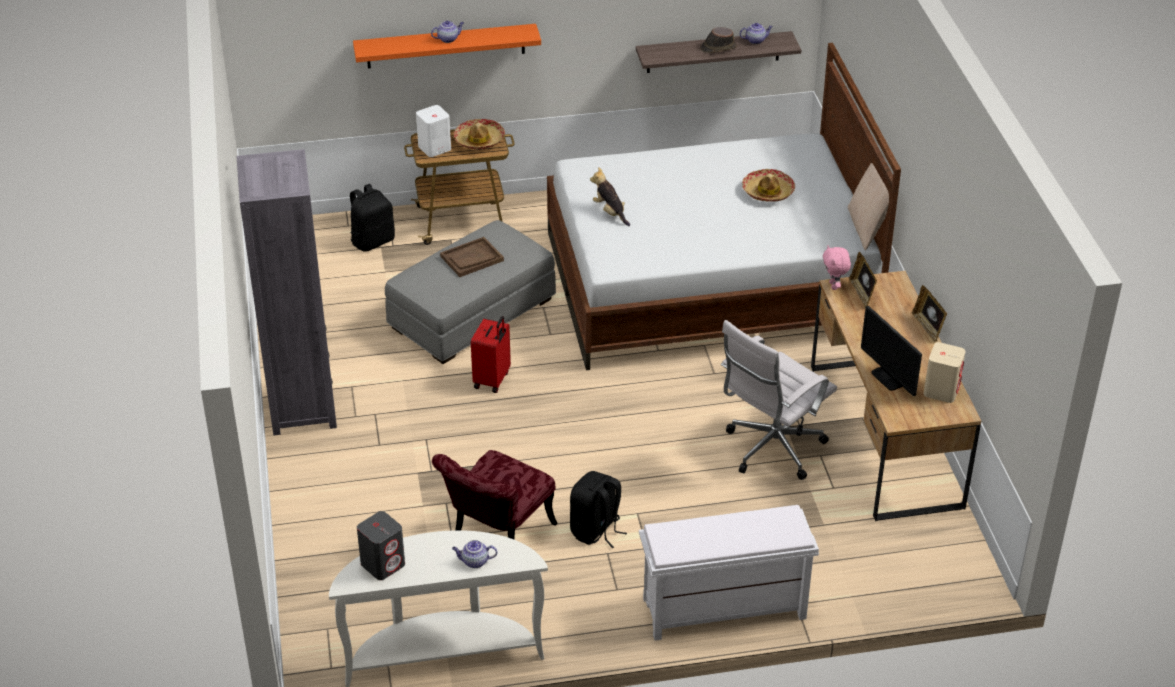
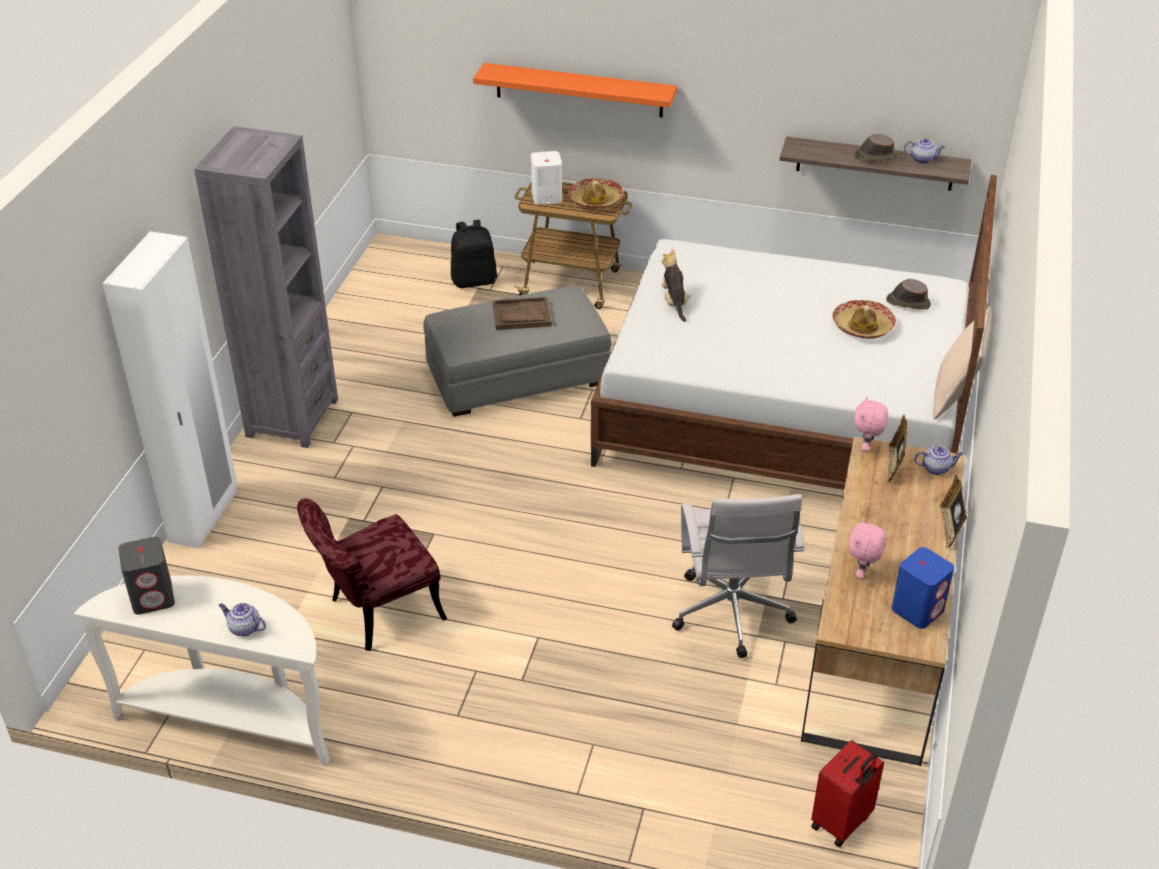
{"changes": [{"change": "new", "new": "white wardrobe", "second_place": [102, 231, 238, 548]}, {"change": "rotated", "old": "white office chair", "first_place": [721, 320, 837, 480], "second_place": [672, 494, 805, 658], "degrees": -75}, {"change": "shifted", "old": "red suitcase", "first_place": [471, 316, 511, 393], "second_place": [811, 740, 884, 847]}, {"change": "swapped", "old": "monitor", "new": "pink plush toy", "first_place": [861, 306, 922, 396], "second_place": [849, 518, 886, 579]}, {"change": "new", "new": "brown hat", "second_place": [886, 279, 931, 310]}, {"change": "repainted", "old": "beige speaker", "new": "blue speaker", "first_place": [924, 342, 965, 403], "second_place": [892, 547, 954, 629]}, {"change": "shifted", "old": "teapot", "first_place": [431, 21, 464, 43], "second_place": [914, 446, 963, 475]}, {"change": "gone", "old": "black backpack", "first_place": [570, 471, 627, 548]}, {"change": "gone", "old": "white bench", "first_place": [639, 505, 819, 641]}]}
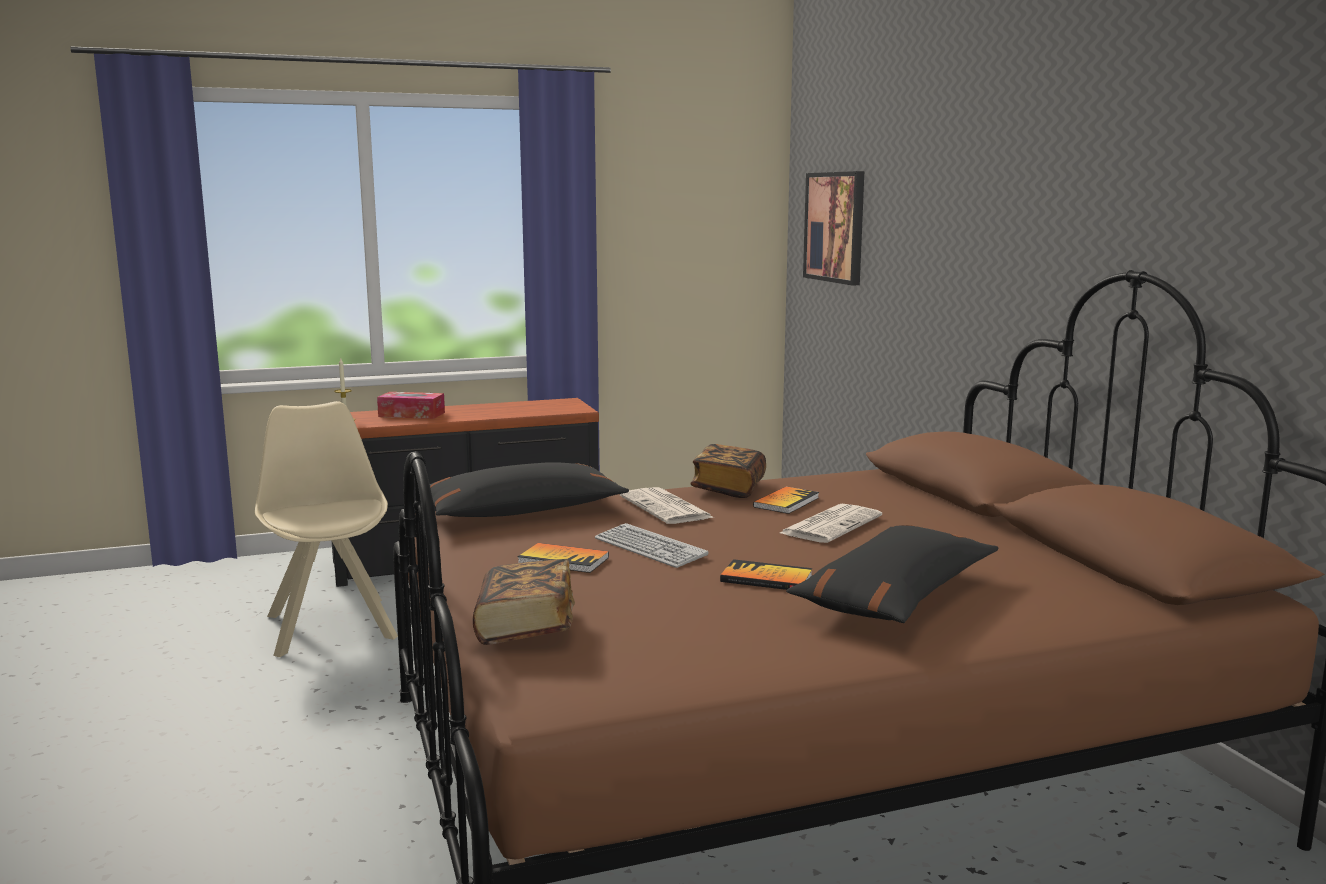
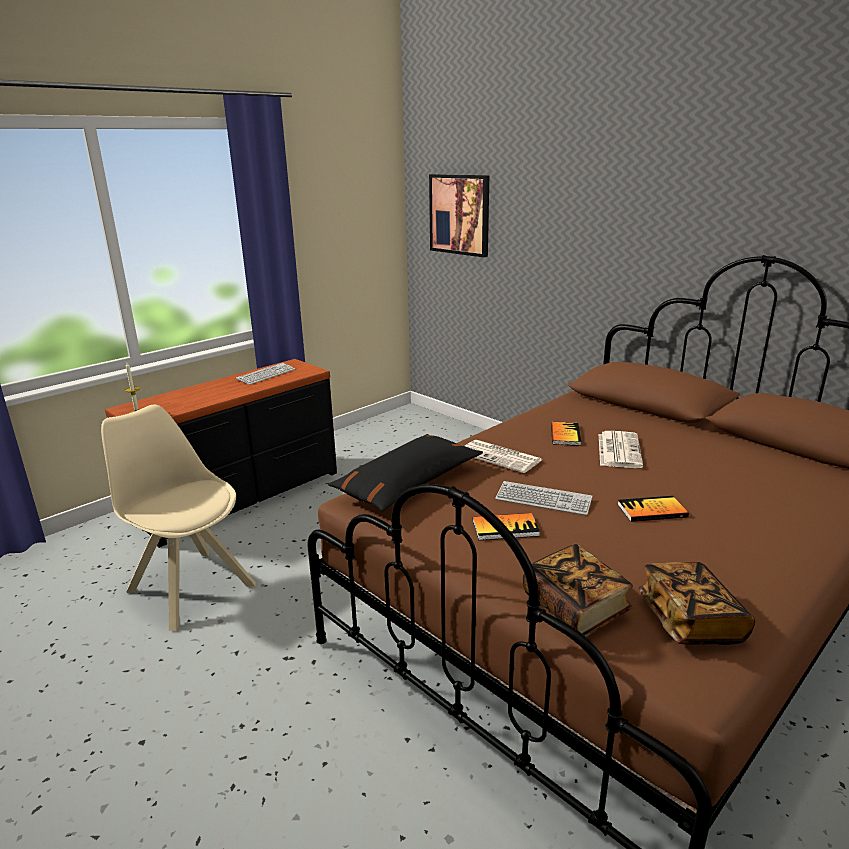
{"changes": [{"change": "new", "new": "keyboard", "second_place": [236, 363, 296, 385]}, {"change": "shifted", "old": "book", "first_place": [690, 444, 766, 498], "second_place": [639, 562, 755, 645]}, {"change": "gone", "old": "tissue box", "first_place": [377, 392, 445, 419]}, {"change": "gone", "old": "black pillow", "first_place": [786, 525, 998, 623]}]}
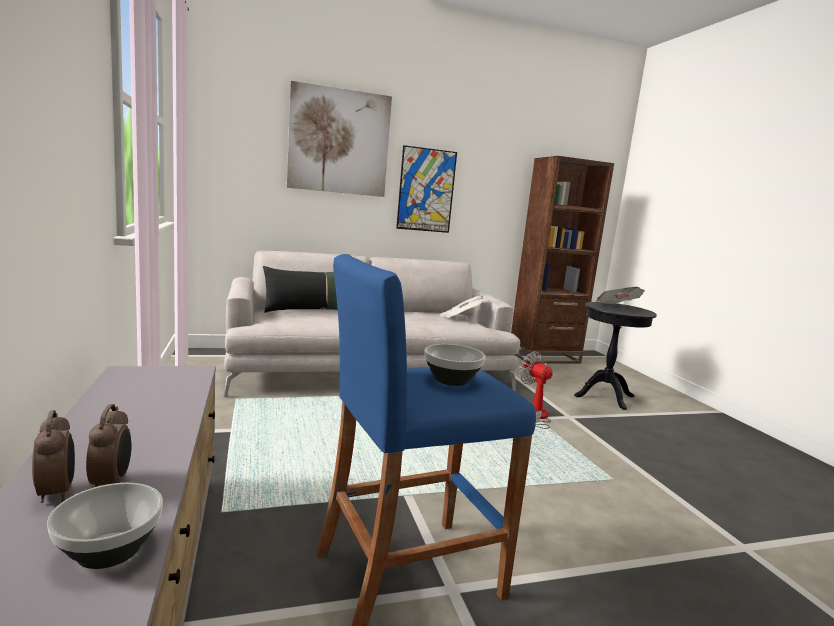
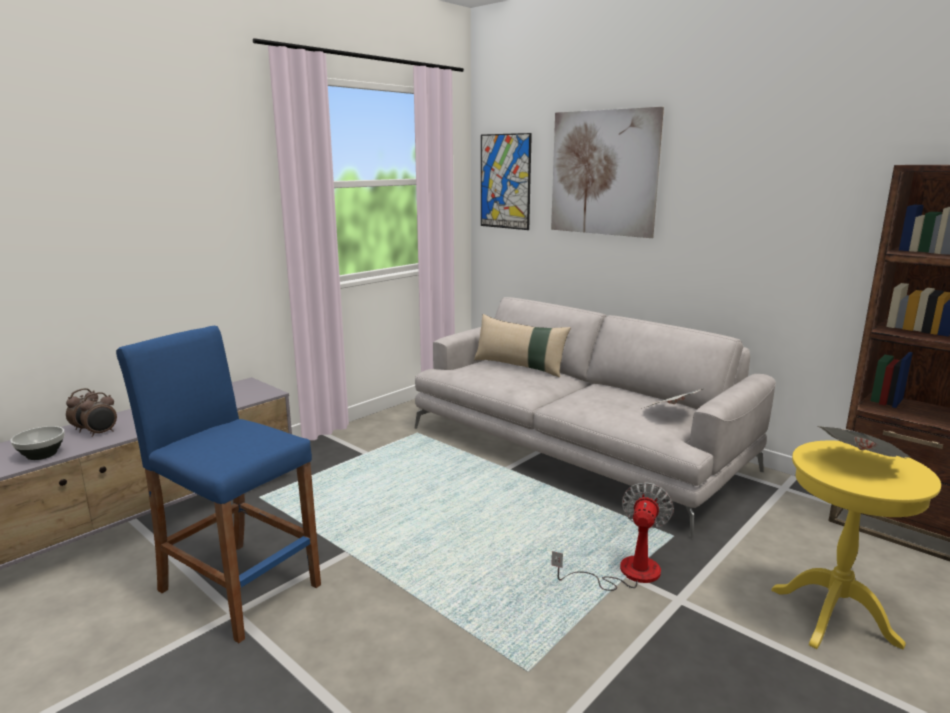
{"changes": [{"change": "repainted", "old": "black pillow", "new": "beige pillow", "first_place": [263, 266, 338, 313], "second_place": [474, 314, 571, 377]}, {"change": "shifted", "old": "picture", "first_place": [396, 145, 457, 233], "second_place": [481, 133, 532, 230]}, {"change": "repainted", "old": "black side table", "new": "yellow side table", "first_place": [574, 302, 657, 410], "second_place": [771, 440, 941, 649]}, {"change": "gone", "old": "bowl", "first_place": [425, 344, 485, 386]}]}
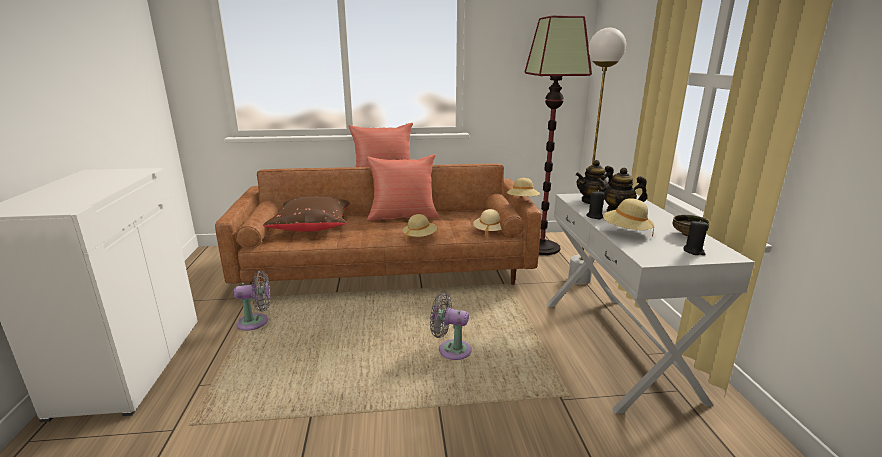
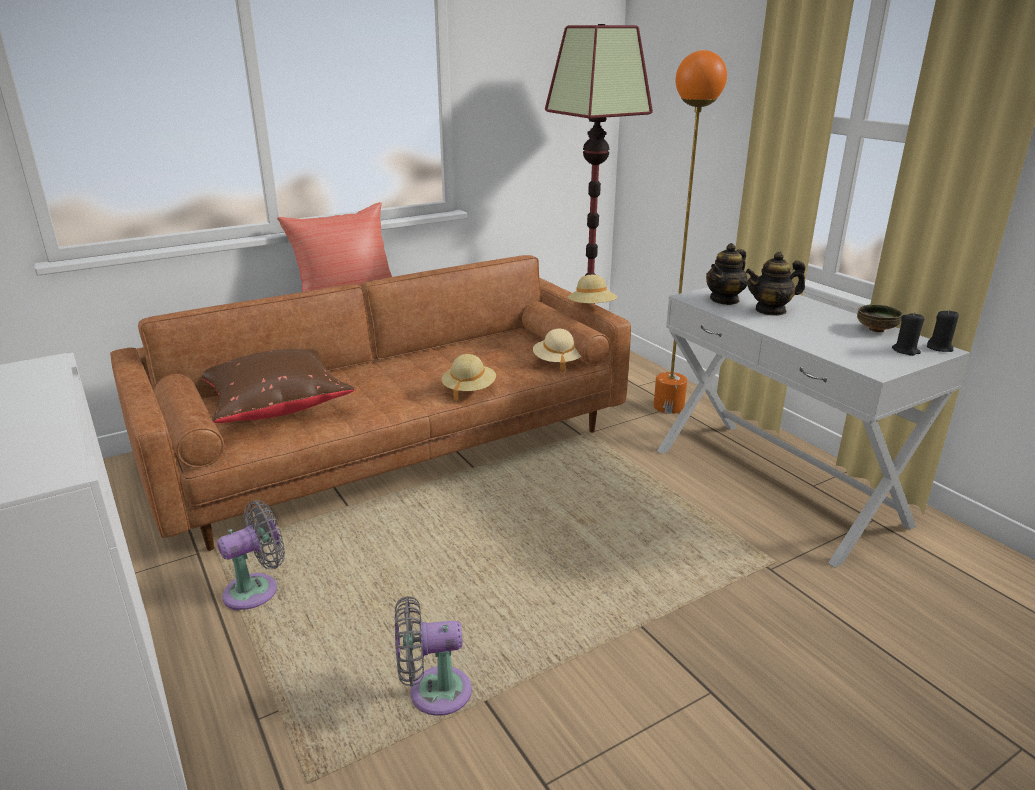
{"changes": [{"change": "shifted", "old": "grey fan", "first_place": [430, 293, 471, 360], "second_place": [395, 596, 472, 716]}, {"change": "repainted", "old": "white floor lamp", "new": "orange floor lamp", "first_place": [568, 27, 626, 285], "second_place": [653, 50, 727, 414]}, {"change": "shifted", "old": "black candle", "first_place": [586, 190, 605, 219], "second_place": [927, 310, 959, 352]}, {"change": "gone", "old": "red pillow", "first_place": [366, 154, 439, 221]}, {"change": "gone", "old": "beige hat", "first_place": [603, 198, 654, 237]}]}
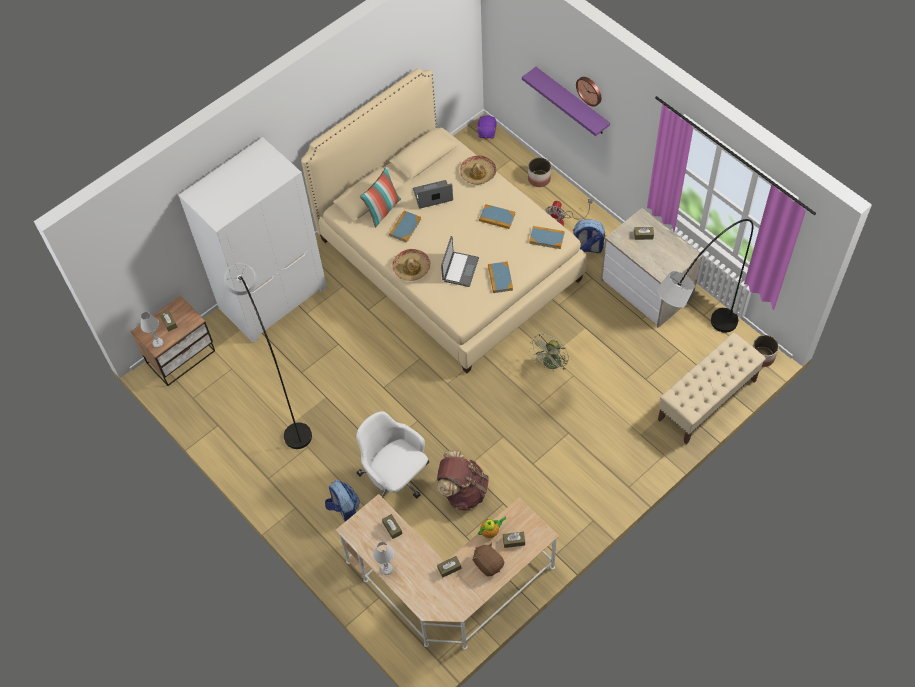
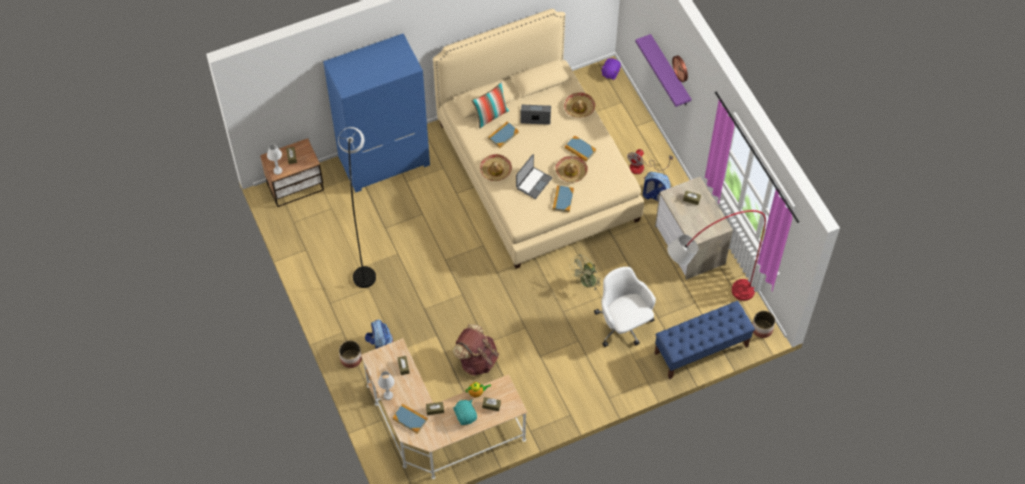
{"changes": [{"change": "repainted", "old": "white wardrobe", "new": "blue wardrobe", "first_place": [179, 137, 327, 343], "second_place": [323, 33, 430, 193]}, {"change": "shifted", "old": "planter", "first_place": [528, 158, 551, 187], "second_place": [339, 341, 362, 368]}, {"change": "shifted", "old": "book", "first_place": [529, 226, 565, 249], "second_place": [393, 404, 428, 434]}, {"change": "repainted", "old": "brown plush toy", "new": "turquoise plush toy", "first_place": [472, 542, 504, 576], "second_place": [453, 400, 477, 425]}, {"change": "new", "new": "hat", "second_place": [555, 156, 588, 182]}, {"change": "shifted", "old": "white office chair", "first_place": [356, 411, 429, 499], "second_place": [594, 267, 656, 347]}, {"change": "repainted", "old": "beige bench", "new": "blue bench", "first_place": [658, 332, 766, 445], "second_place": [655, 301, 755, 380]}, {"change": "repainted", "old": "grey floor lamp", "new": "red floor lamp", "first_place": [657, 219, 754, 332], "second_place": [667, 210, 766, 301]}]}
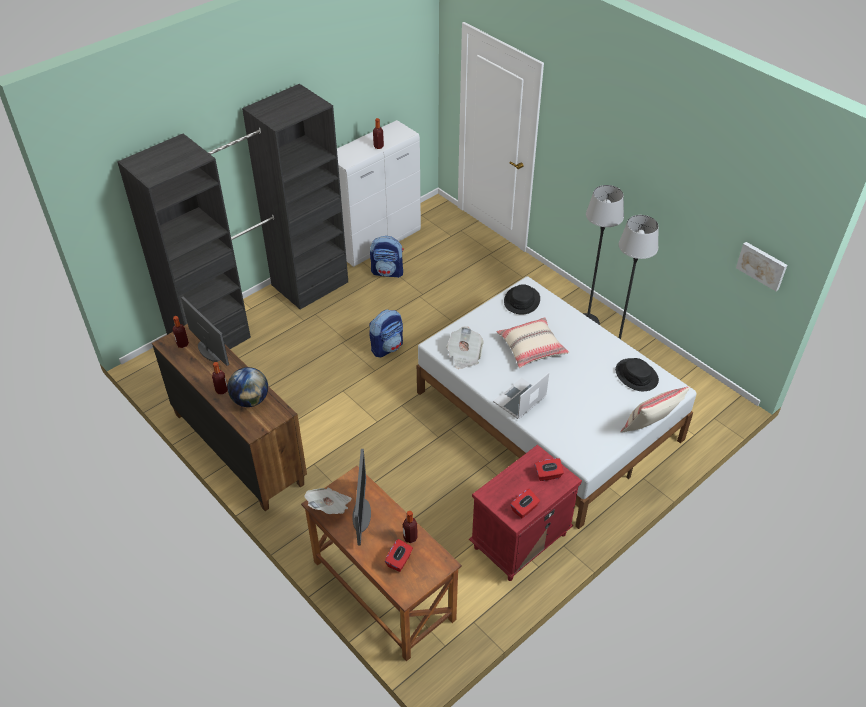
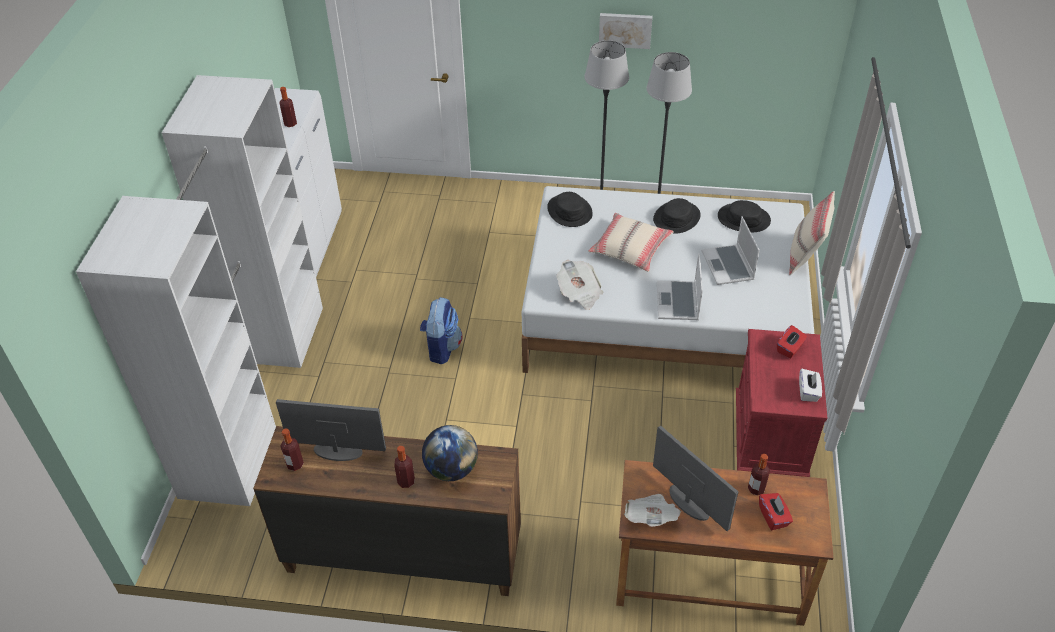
{"changes": [{"change": "repainted", "old": "black wardrobe", "new": "white wardrobe", "first_place": [117, 84, 348, 349], "second_place": [76, 75, 323, 506]}, {"change": "shifted", "old": "picture", "first_place": [736, 242, 787, 291], "second_place": [599, 13, 653, 49]}, {"change": "new", "new": "black hat", "second_place": [653, 198, 701, 233]}, {"change": "new", "new": "laptop", "second_place": [702, 216, 760, 285]}, {"change": "repainted", "old": "red tissue box", "new": "white tissue box", "first_place": [511, 489, 540, 518], "second_place": [799, 369, 822, 402]}, {"change": "gone", "old": "backpack", "first_place": [370, 236, 404, 278]}]}
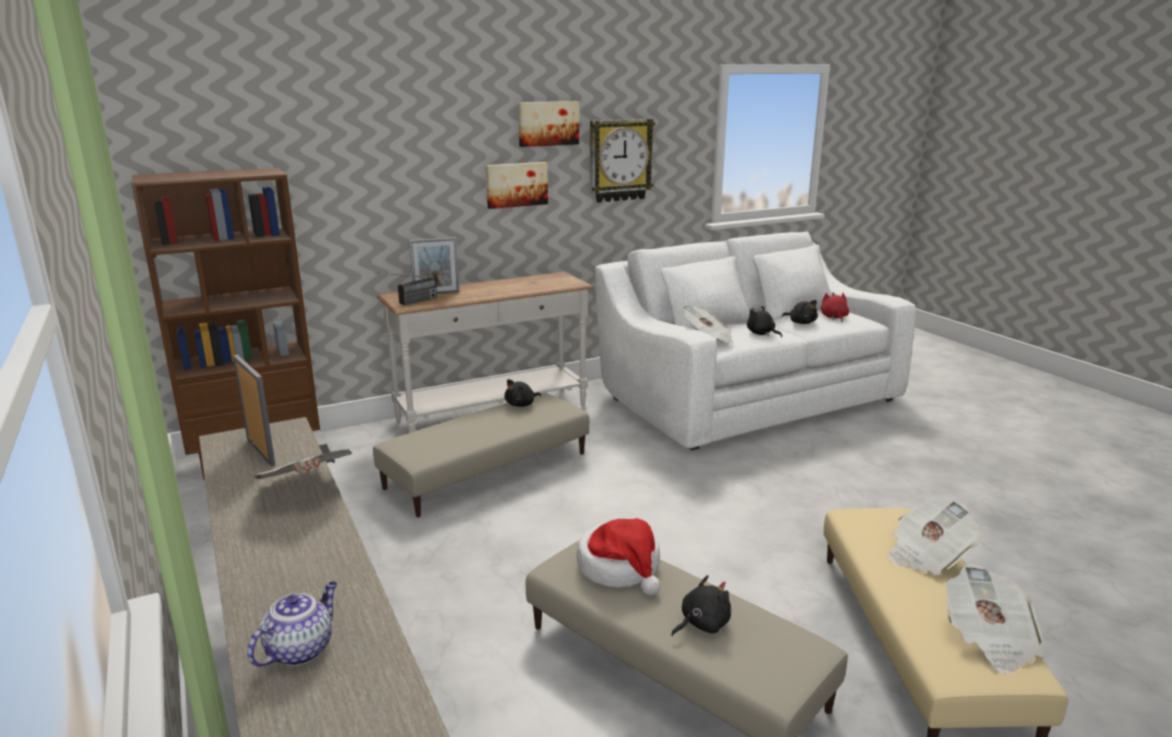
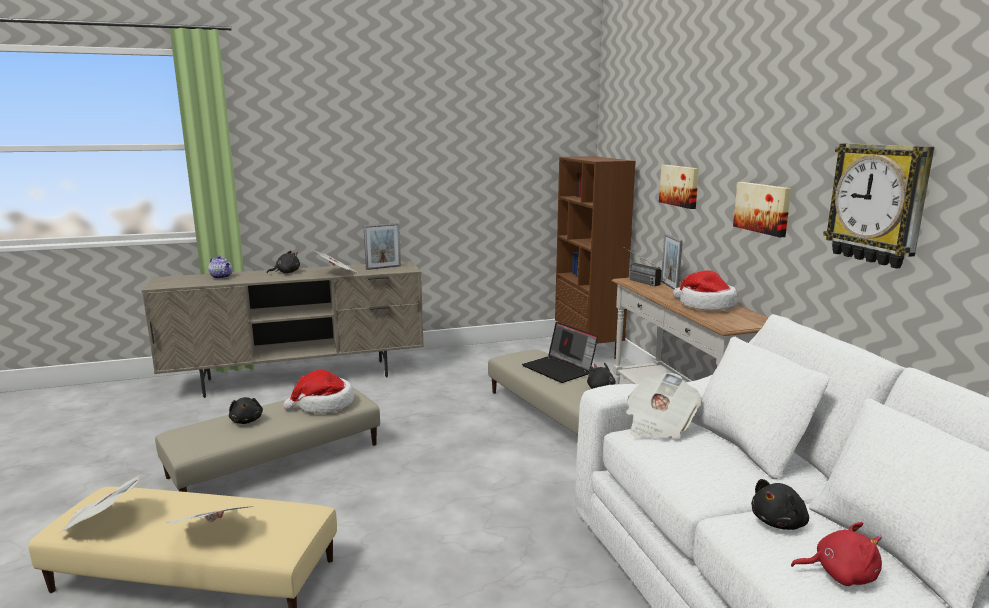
{"changes": [{"change": "shifted", "old": "black plush toy", "first_place": [747, 306, 782, 337], "second_place": [267, 251, 300, 273]}, {"change": "new", "new": "laptop", "second_place": [522, 322, 598, 383]}, {"change": "shifted", "old": "picture", "first_place": [518, 101, 579, 147], "second_place": [659, 165, 699, 209]}, {"change": "new", "new": "hat", "second_place": [673, 270, 738, 310]}]}
